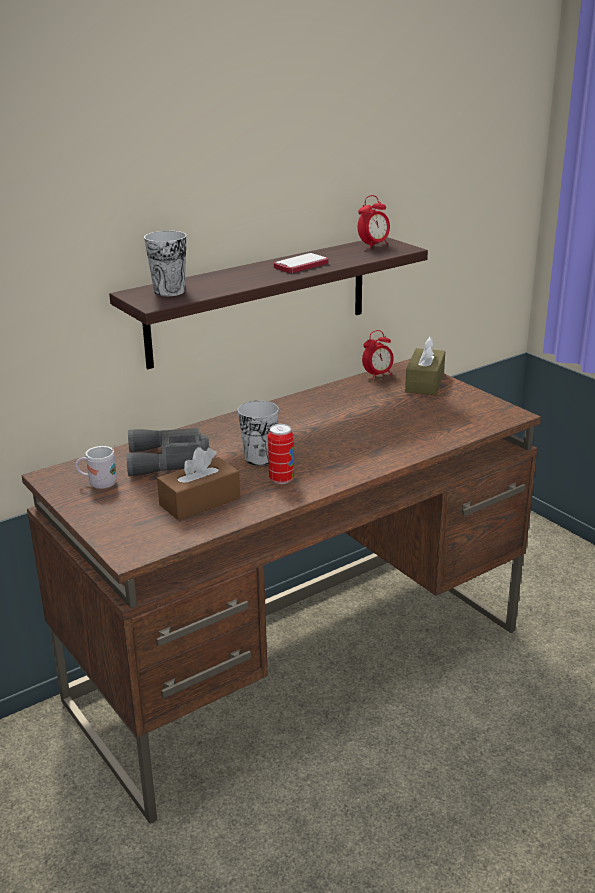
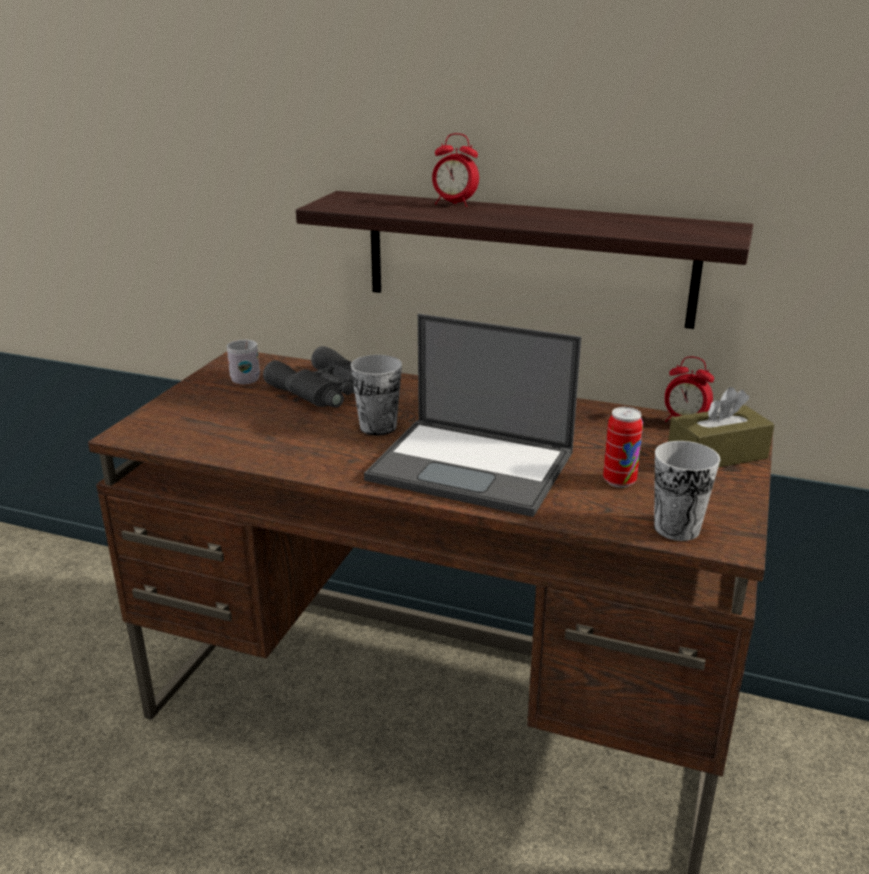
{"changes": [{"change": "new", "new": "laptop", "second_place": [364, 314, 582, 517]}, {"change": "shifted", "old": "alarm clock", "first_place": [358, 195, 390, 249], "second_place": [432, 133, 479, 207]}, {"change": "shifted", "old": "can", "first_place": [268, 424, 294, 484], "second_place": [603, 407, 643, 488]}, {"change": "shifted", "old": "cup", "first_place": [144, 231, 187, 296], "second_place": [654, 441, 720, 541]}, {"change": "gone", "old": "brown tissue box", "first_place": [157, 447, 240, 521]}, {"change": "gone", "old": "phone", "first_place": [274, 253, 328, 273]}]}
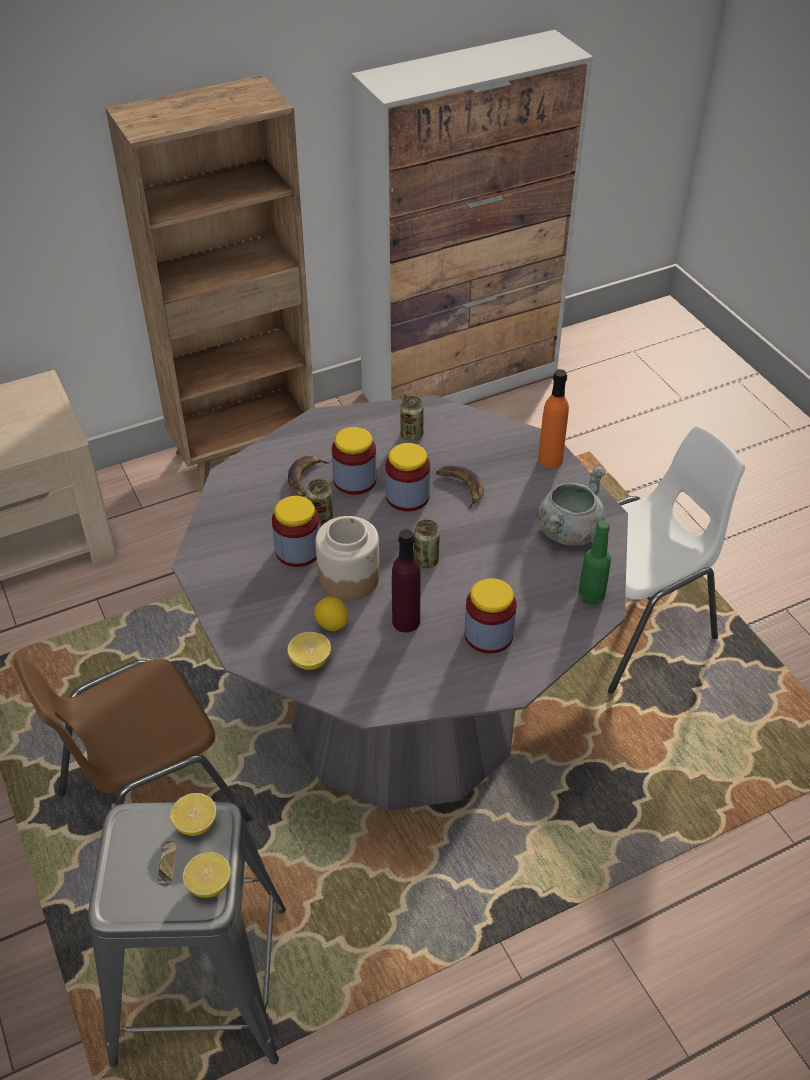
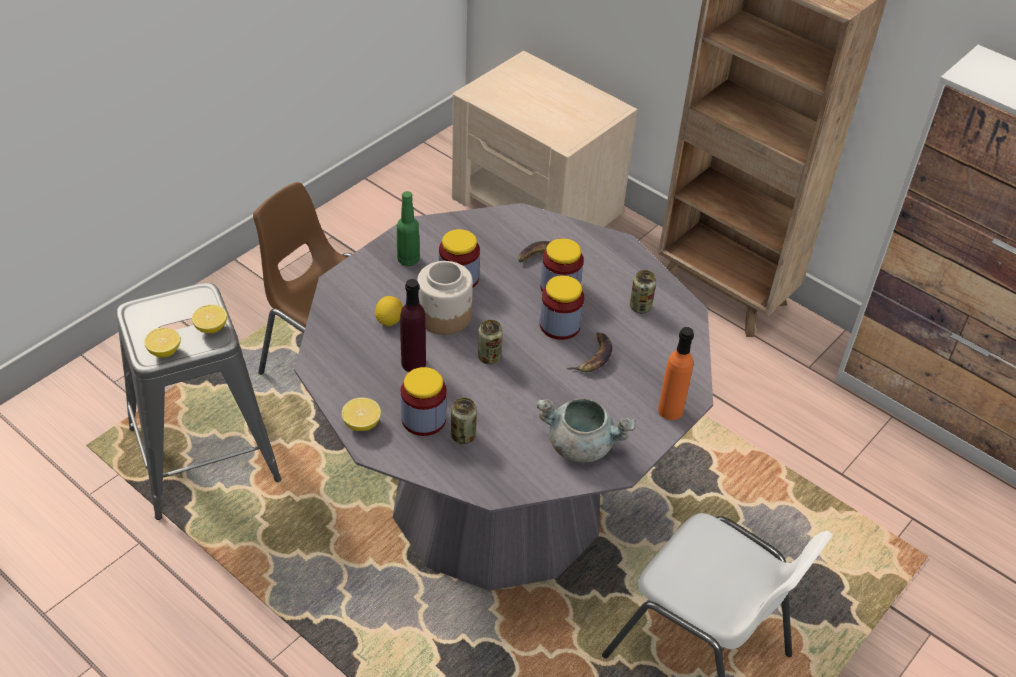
{"changes": [{"change": "shifted", "old": "lemon", "first_place": [287, 632, 331, 670], "second_place": [342, 398, 381, 431]}, {"change": "shifted", "old": "green bottle", "first_place": [578, 520, 611, 605], "second_place": [397, 191, 420, 266]}, {"change": "shifted", "old": "can", "first_place": [306, 479, 333, 527], "second_place": [451, 398, 477, 444]}]}
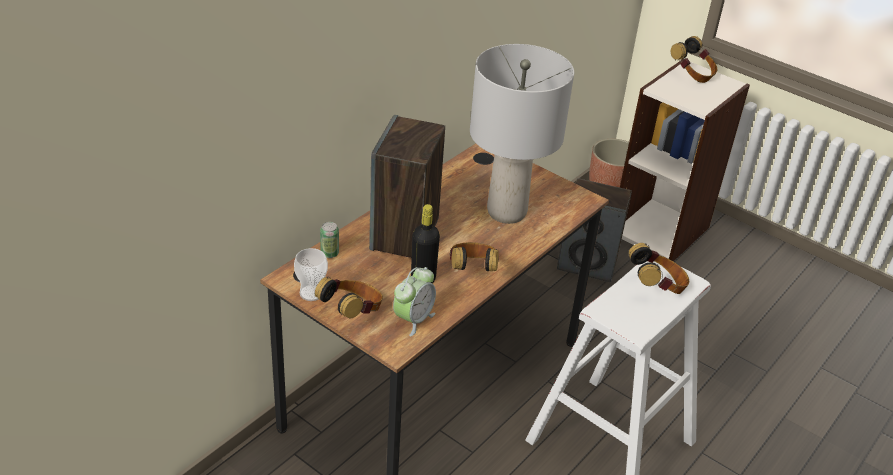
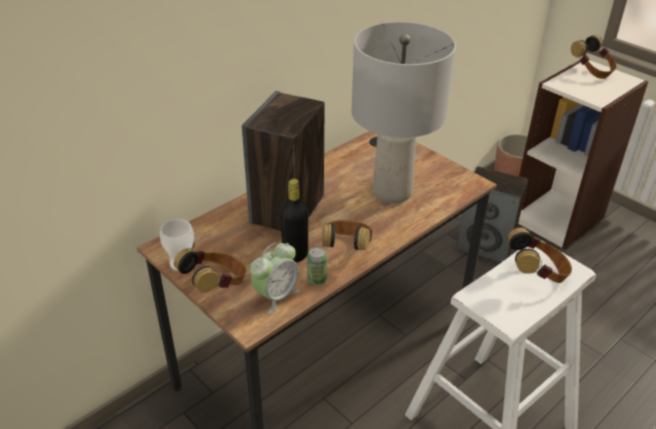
{"changes": [{"change": "shifted", "old": "can", "first_place": [320, 222, 339, 258], "second_place": [307, 247, 327, 285]}]}
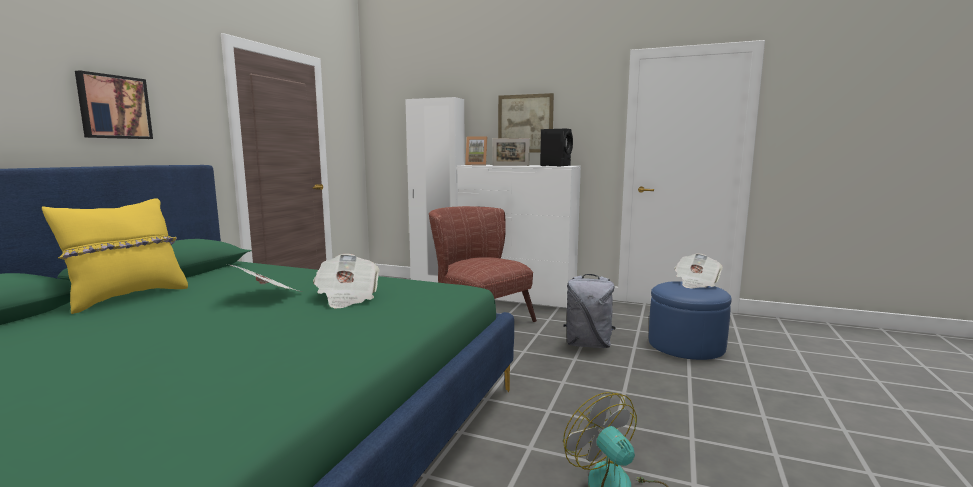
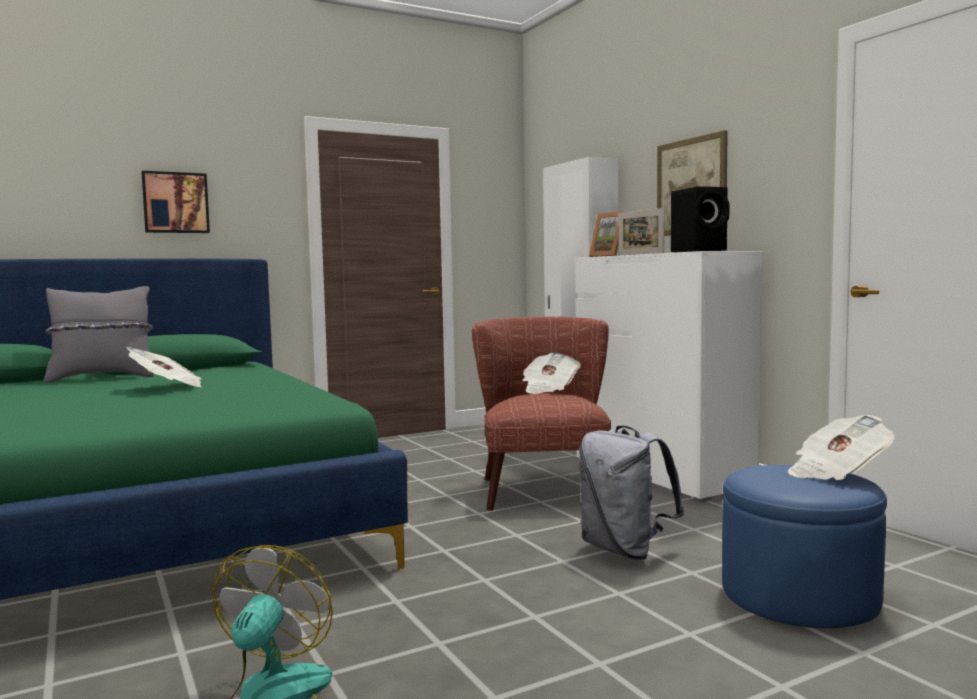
{"changes": [{"change": "repainted", "old": "yellow pillow", "new": "grey pillow", "first_place": [42, 198, 188, 314], "second_place": [44, 286, 154, 383]}, {"change": "shifted", "old": "newspaper", "first_place": [313, 254, 380, 309], "second_place": [522, 353, 581, 394]}]}
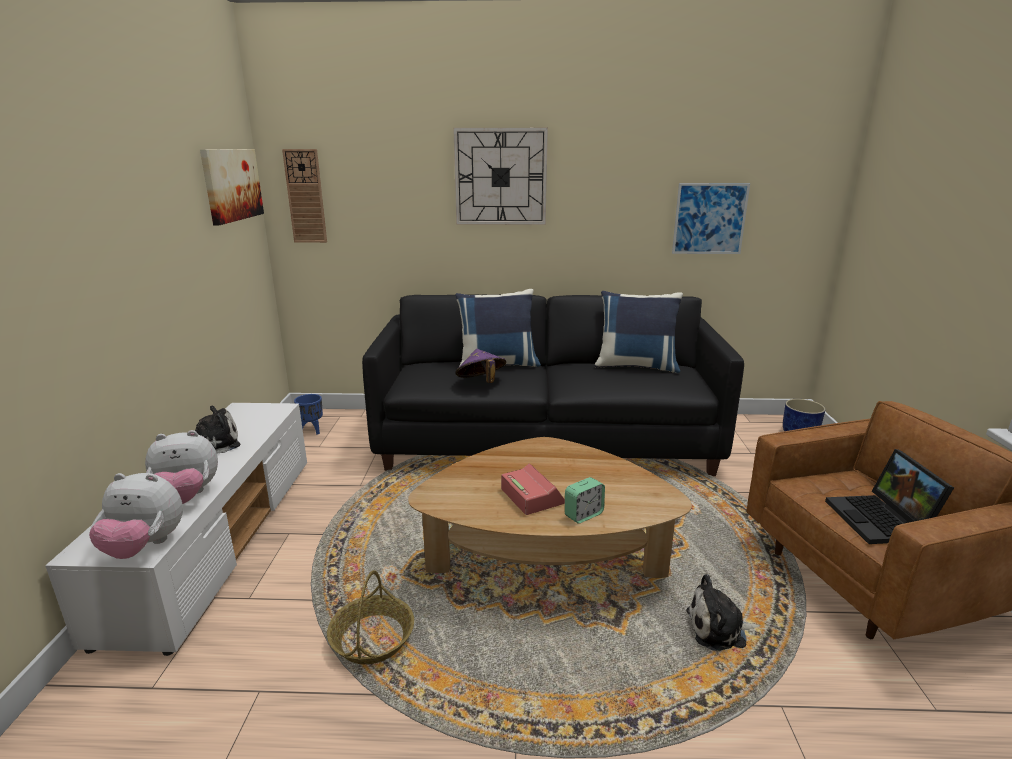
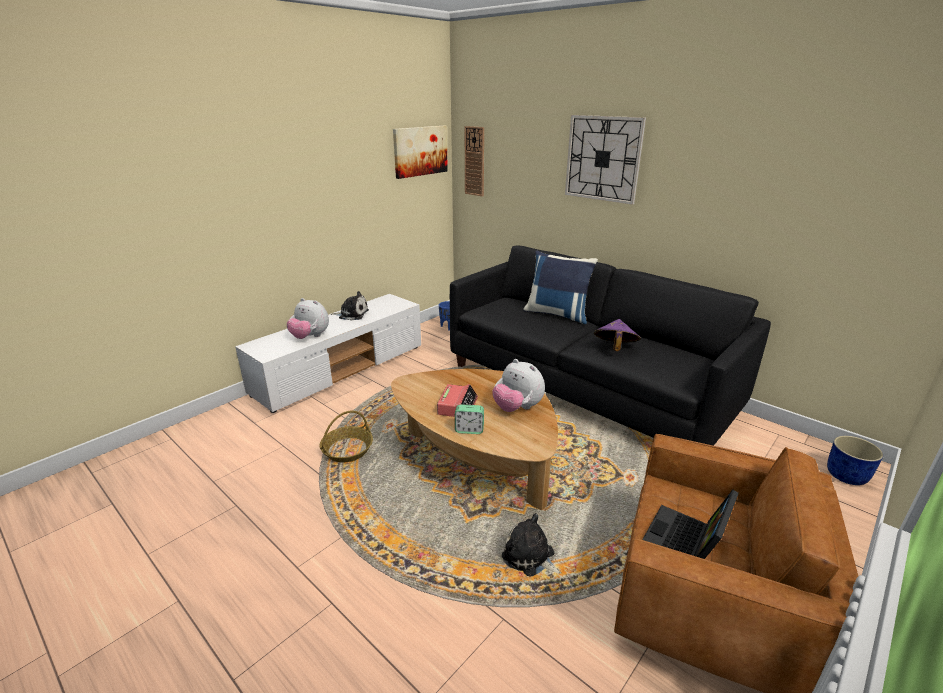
{"changes": [{"change": "shifted", "old": "plush toy", "first_place": [89, 473, 183, 559], "second_place": [493, 359, 545, 412]}, {"change": "shifted", "old": "purple hat", "first_place": [455, 349, 506, 383], "second_place": [594, 319, 641, 351]}, {"change": "gone", "old": "blue pillow", "first_place": [595, 291, 683, 373]}, {"change": "gone", "old": "picture", "first_place": [672, 183, 750, 254]}]}
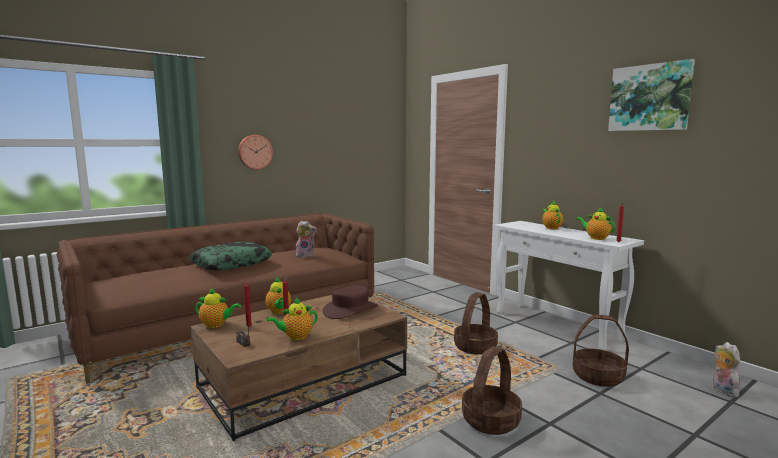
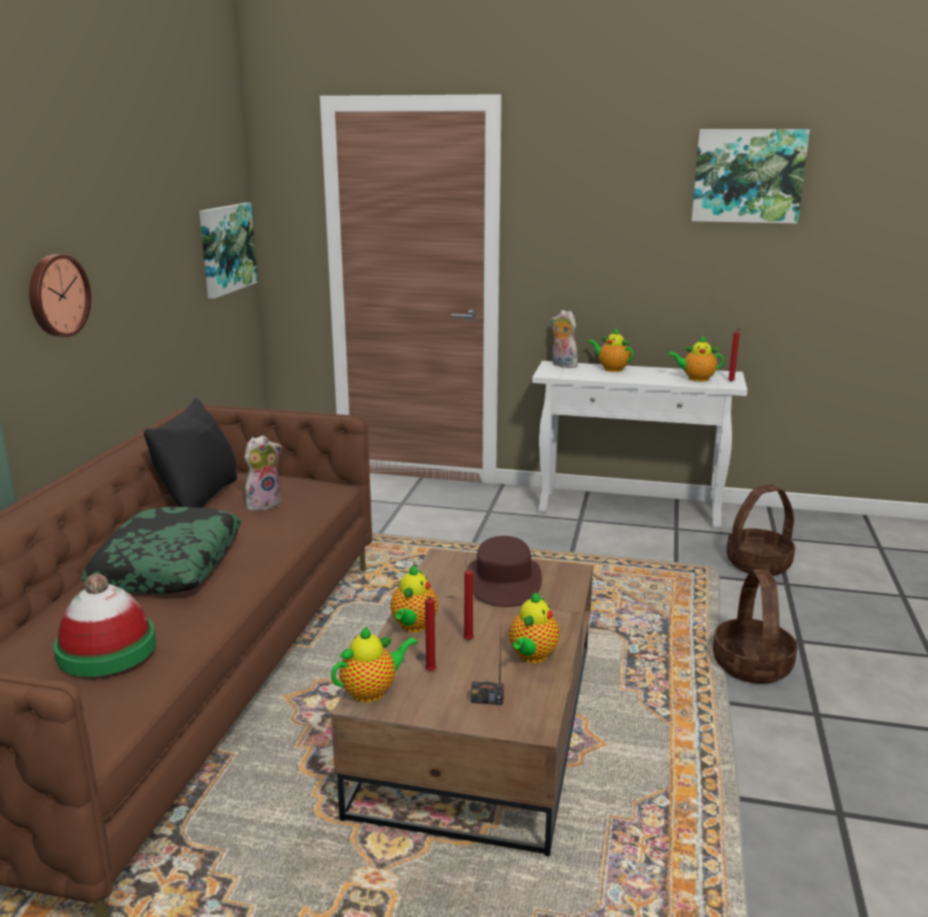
{"changes": [{"change": "new", "new": "hat", "second_place": [54, 574, 156, 677]}, {"change": "new", "new": "black pillow", "second_place": [144, 397, 237, 508]}, {"change": "new", "new": "picture", "second_place": [199, 203, 258, 299]}, {"change": "rotated", "old": "teapot", "first_place": [265, 277, 291, 314], "second_place": [390, 565, 438, 632], "degrees": 75}, {"change": "shifted", "old": "plush toy", "first_place": [712, 342, 740, 397], "second_place": [551, 310, 578, 368]}, {"change": "gone", "old": "basket", "first_place": [454, 292, 498, 355]}]}
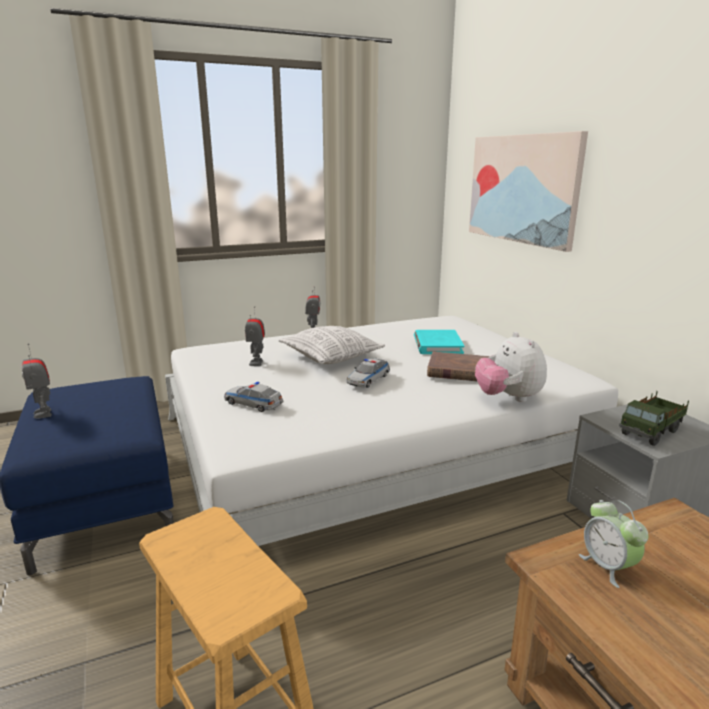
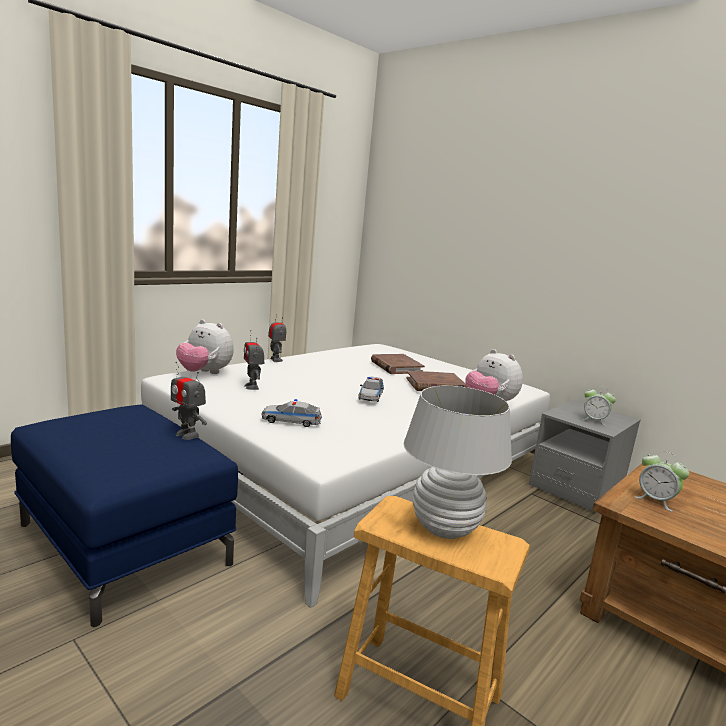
{"changes": [{"change": "shifted", "old": "toy robot", "first_place": [22, 344, 52, 419], "second_place": [171, 362, 207, 440]}, {"change": "new", "new": "plush toy", "second_place": [176, 319, 233, 374]}, {"change": "repainted", "old": "turquoise book", "new": "brown book", "first_place": [414, 330, 464, 354], "second_place": [371, 354, 425, 374]}, {"change": "new", "new": "white table lamp", "second_place": [404, 386, 512, 539]}, {"change": "swapped", "old": "toy truck", "new": "alarm clock", "first_place": [619, 391, 689, 446], "second_place": [581, 386, 616, 426]}, {"change": "gone", "old": "pillow", "first_place": [279, 326, 385, 364]}, {"change": "gone", "old": "picture", "first_place": [469, 131, 588, 252]}]}
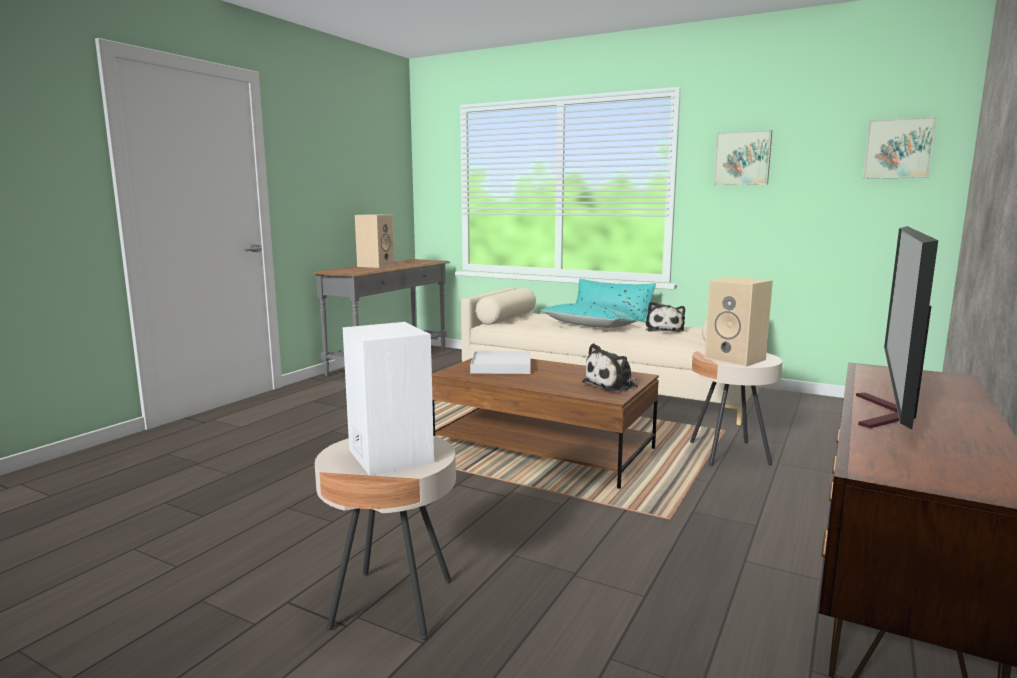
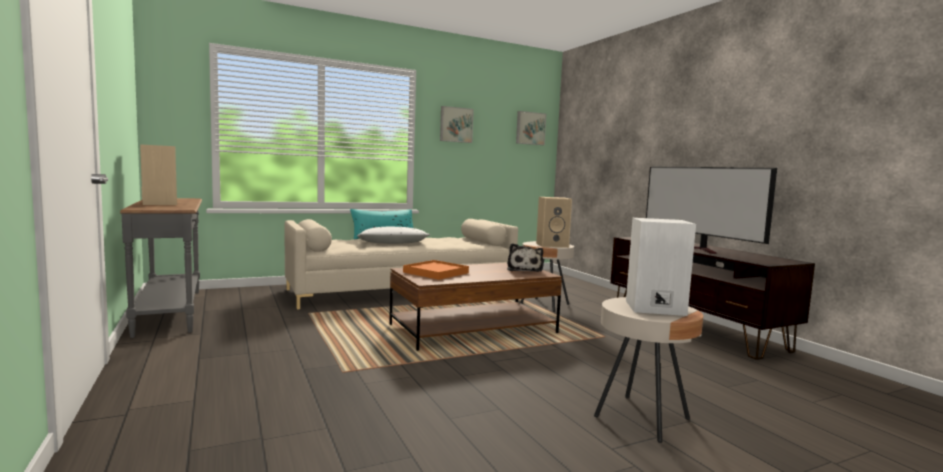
{"changes": [{"change": "repainted", "old": "turquoise pillow", "new": "white pillow", "first_place": [540, 303, 637, 328], "second_place": [357, 227, 430, 244]}, {"change": "repainted", "old": "white tray", "new": "orange tray", "first_place": [470, 351, 531, 374], "second_place": [403, 260, 469, 280]}, {"change": "gone", "old": "plush toy", "first_place": [646, 302, 685, 332]}]}
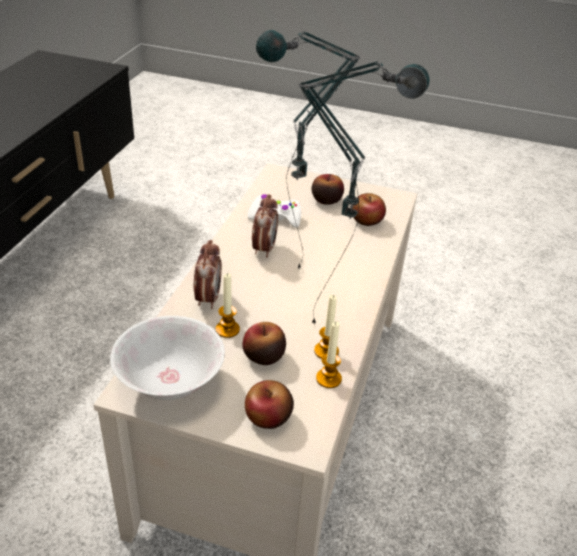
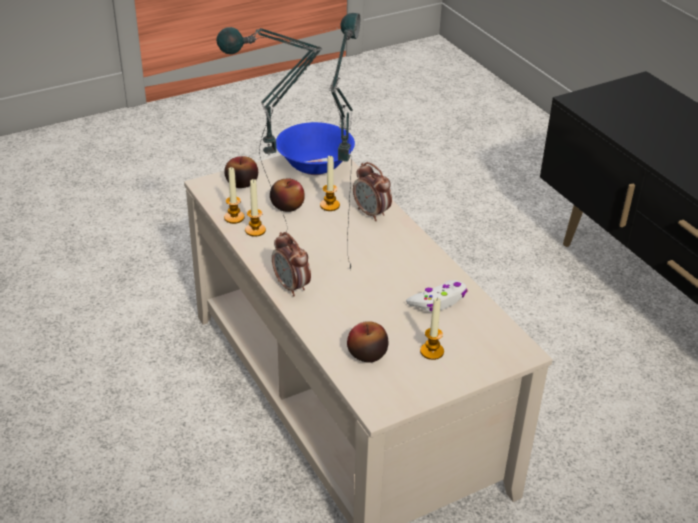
{"changes": [{"change": "shifted", "old": "alarm clock", "first_place": [252, 194, 278, 258], "second_place": [272, 232, 311, 296]}, {"change": "repainted", "old": "white bowl", "new": "blue bowl", "first_place": [110, 316, 225, 400], "second_place": [276, 122, 355, 175]}, {"change": "swapped", "old": "apple", "new": "candle", "first_place": [312, 174, 344, 205], "second_place": [420, 297, 444, 360]}]}
